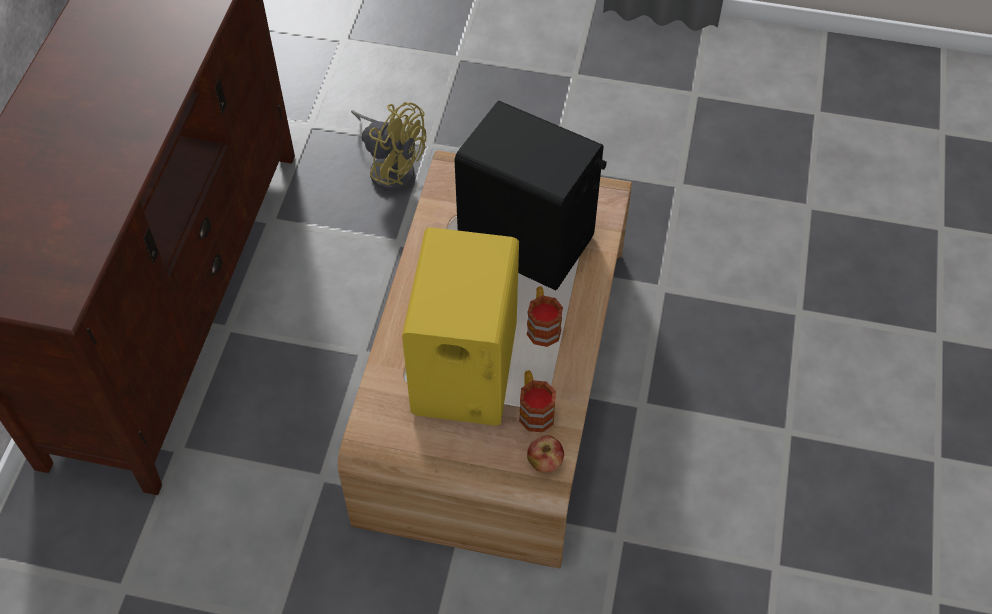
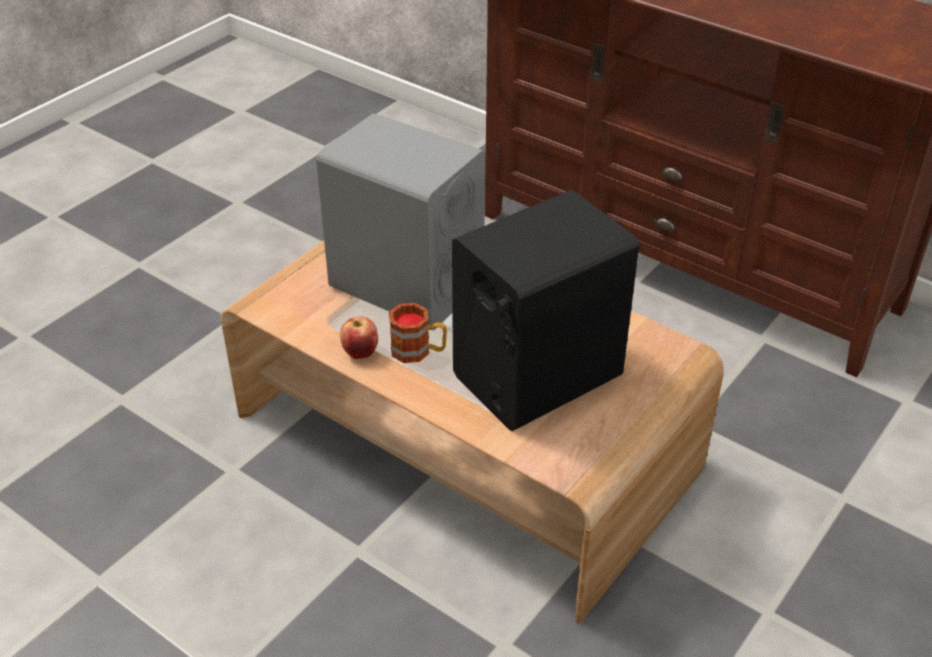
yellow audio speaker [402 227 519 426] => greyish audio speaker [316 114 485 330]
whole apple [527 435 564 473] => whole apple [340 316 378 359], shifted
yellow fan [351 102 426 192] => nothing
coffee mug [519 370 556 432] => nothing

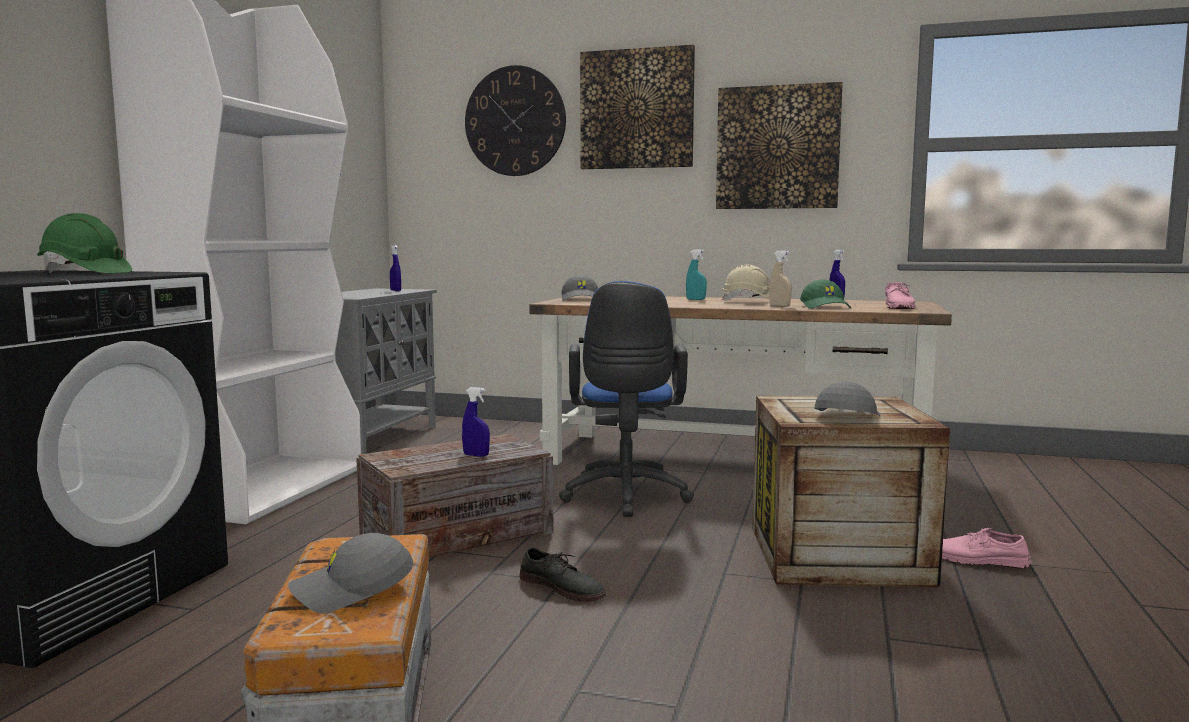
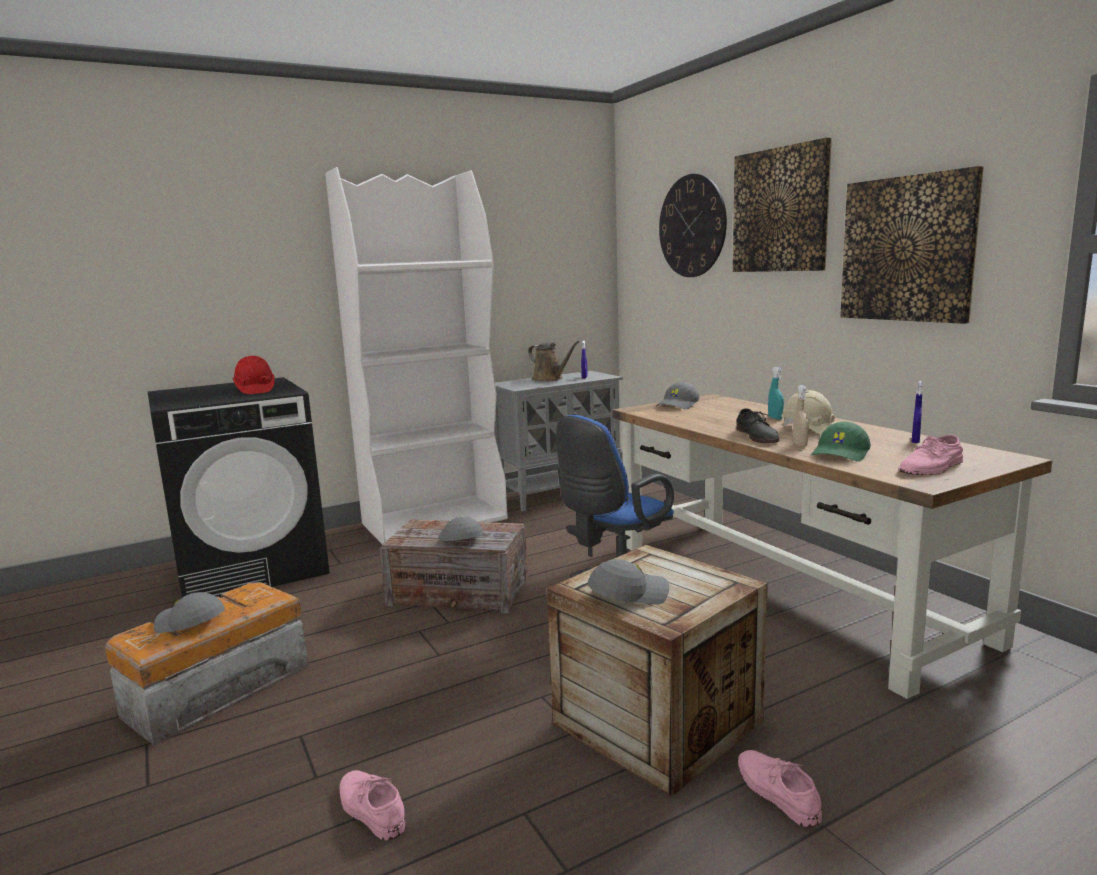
green work helmet [37 213 132 273] => reddish work helmet [232 356 275 394]
nothing => pink shoe [340 770 406 841]
blue spray bottle [462 387 490 457] => greyish baseball cap [438 516 483 541]
nothing => brown watering pot [528 341 579 382]
greyish shoe [519 547 606 602] => greyish shoe [737 408 779 443], shifted

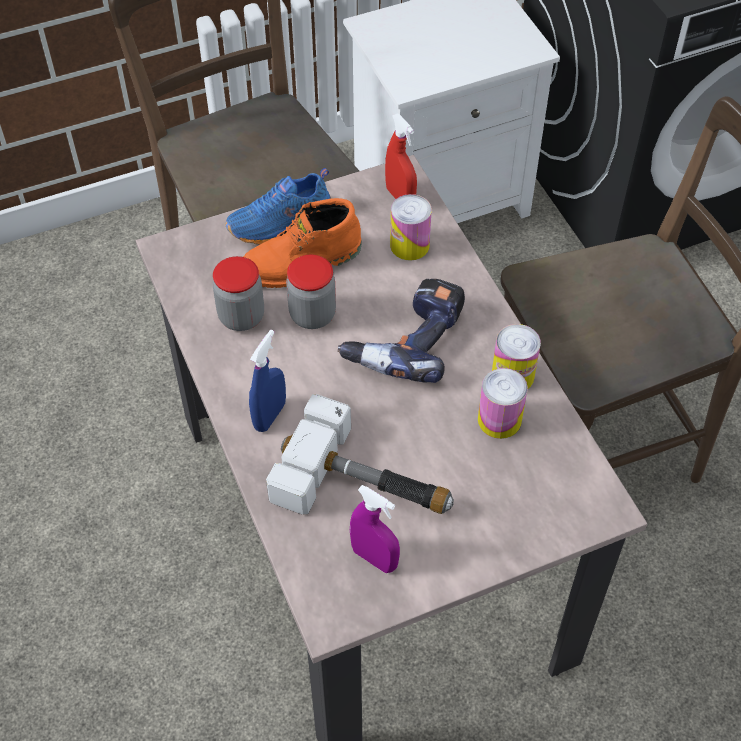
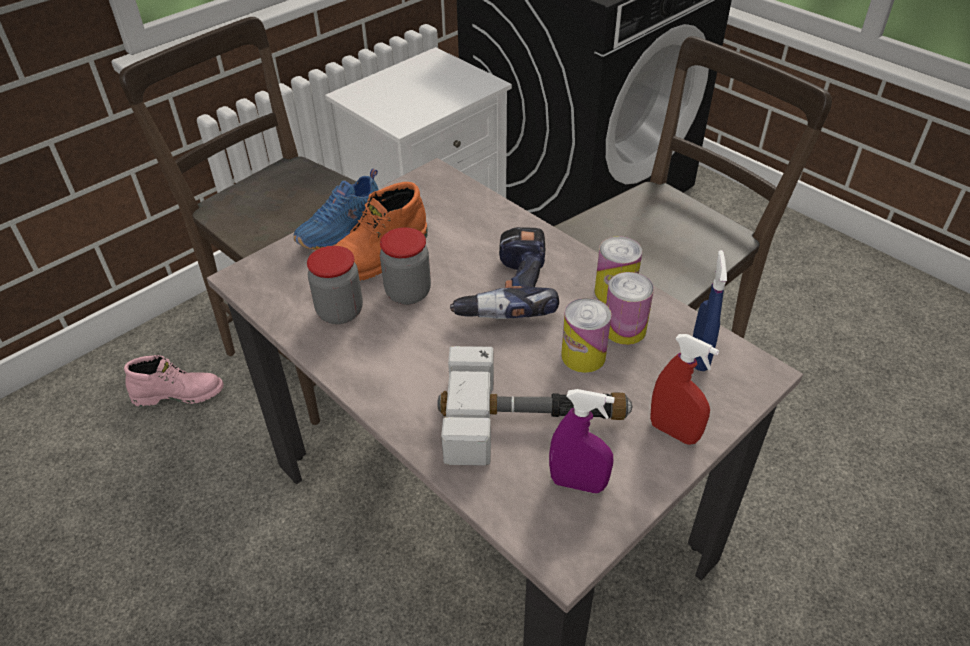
nothing => pink tall boot [124 355 224 407]
sealed can [390 194 432 261] => sealed can [561 298 611 373], shifted
reddish spray bottle [385 114 417 199] => reddish spray bottle [650 334 719 445], shifted
blue spray bottle [249 330 286 432] => blue spray bottle [693 250 727 371], shifted

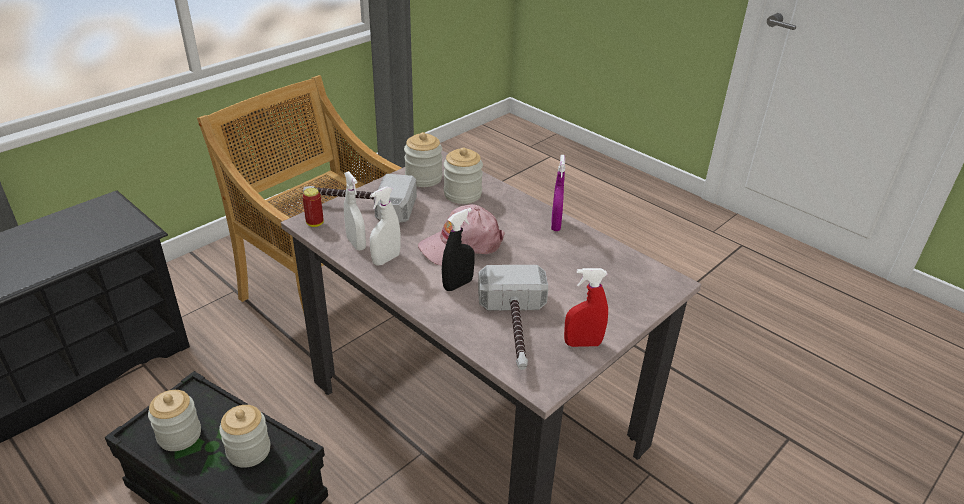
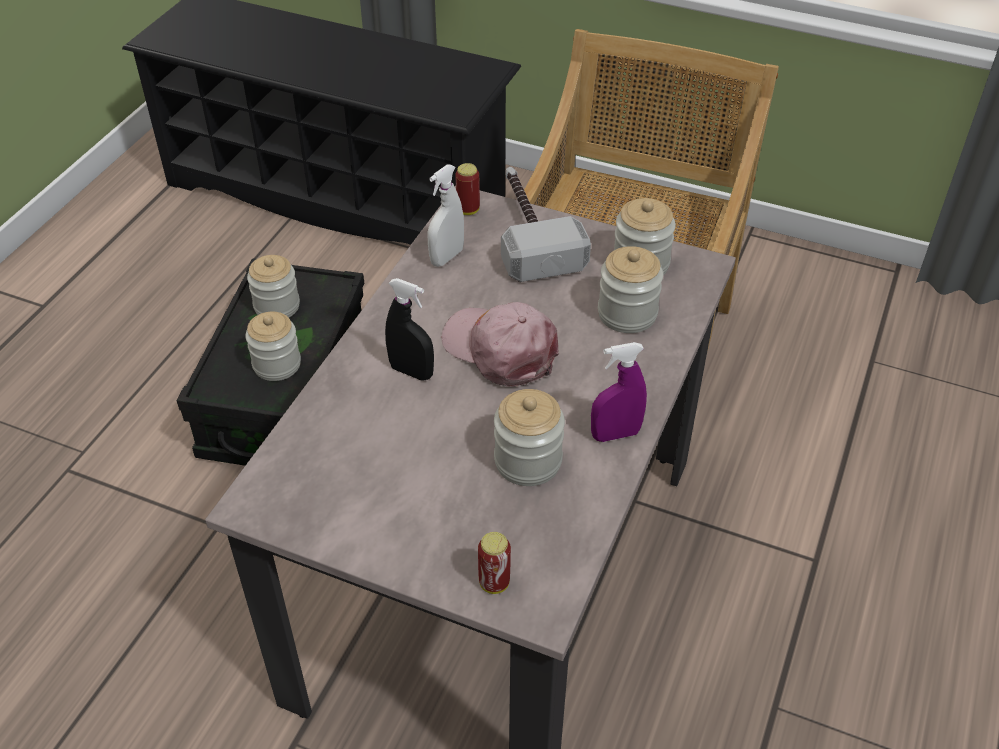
nothing => sealed can [478 532 511 594]
nothing => preserve jar [494 389 565 486]
white-coloured spray bottle [370 186 401 266] => nothing
tool hammer [478 265 548 370] => nothing
reddish spray bottle [564 268 608 347] => nothing

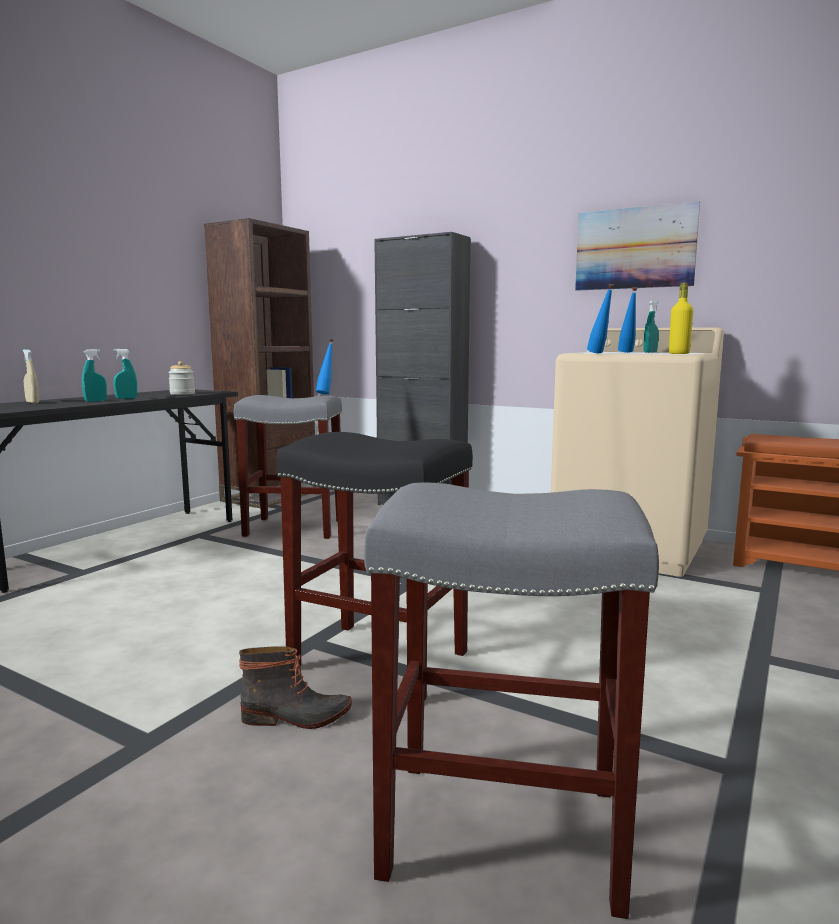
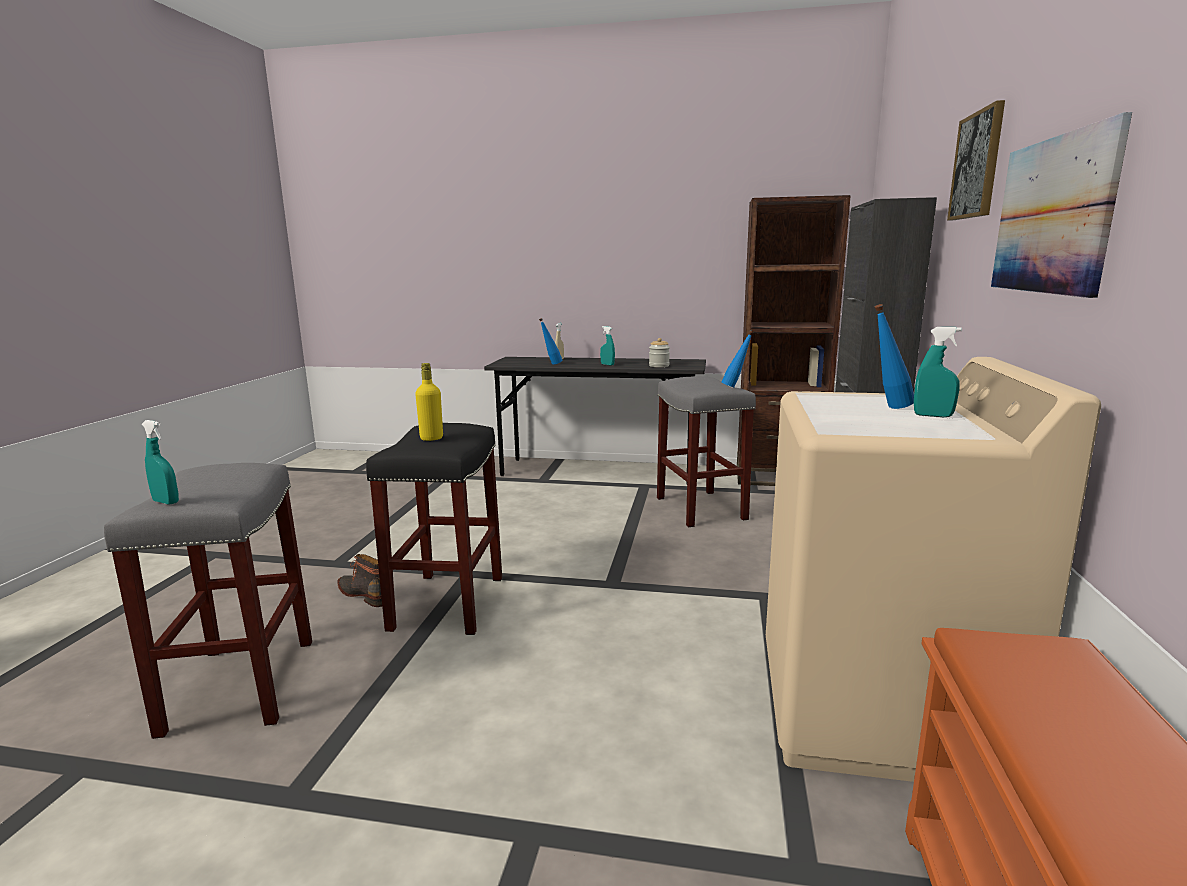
turquoise-coloured spray bottle [82 349 107 402] => turquoise-coloured spray bottle [142 420 179 505], shifted
tall boot [239 646 352 729] => tall boot [337 554 382 607], 150 degrees clockwise
yellow bottle [669 283 694 354] => yellow bottle [415 363 443 441], shifted
blue bottle [587 284 614 353] => blue bottle [539 318 562 364], shifted
nothing => picture [947 100 1005 220]

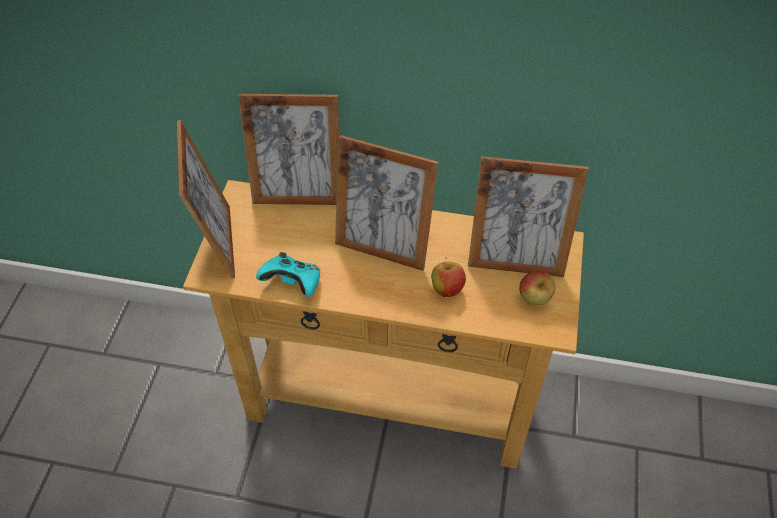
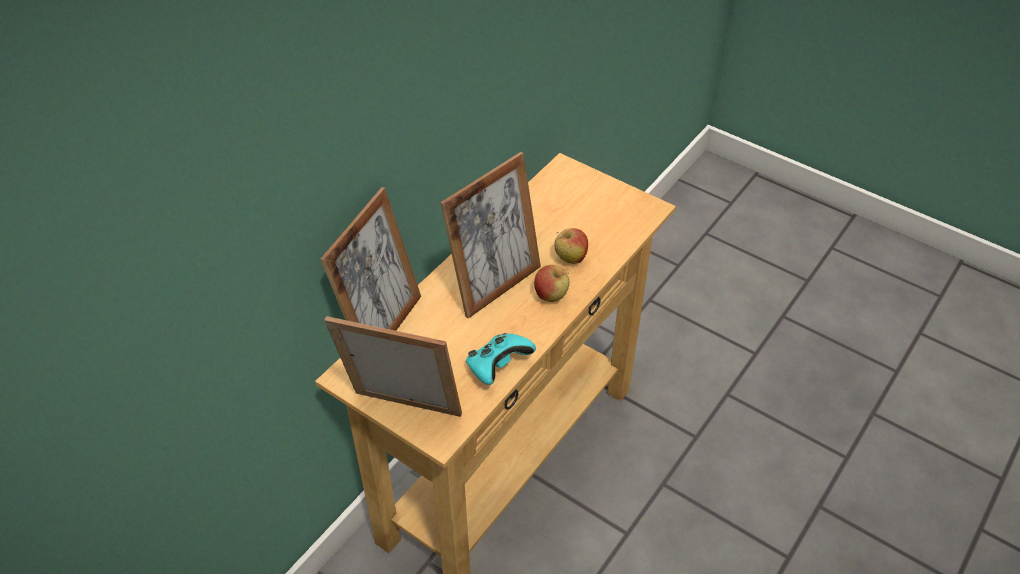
whole apple [519 270 555 306] => whole apple [534 265 569 302], shifted
standing frame [468 156 589 277] => nothing

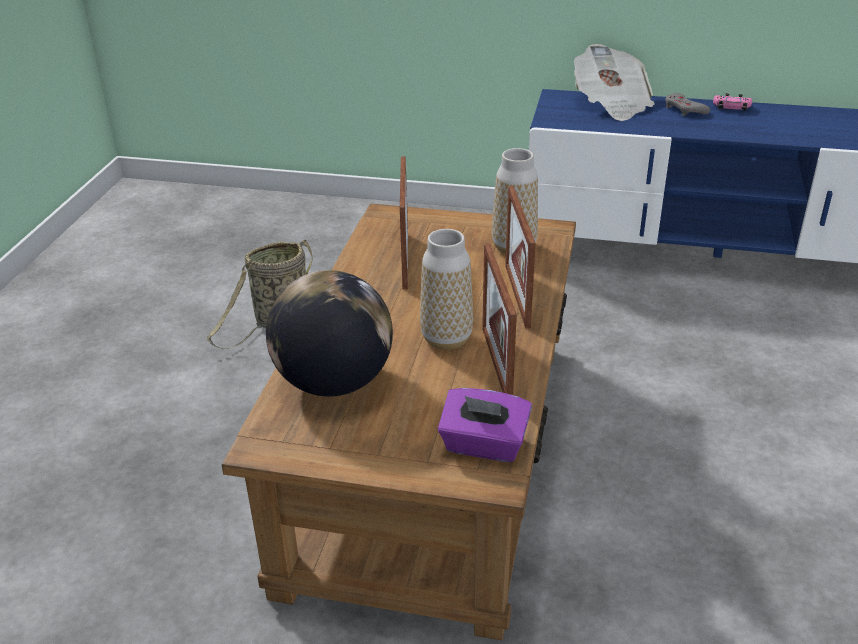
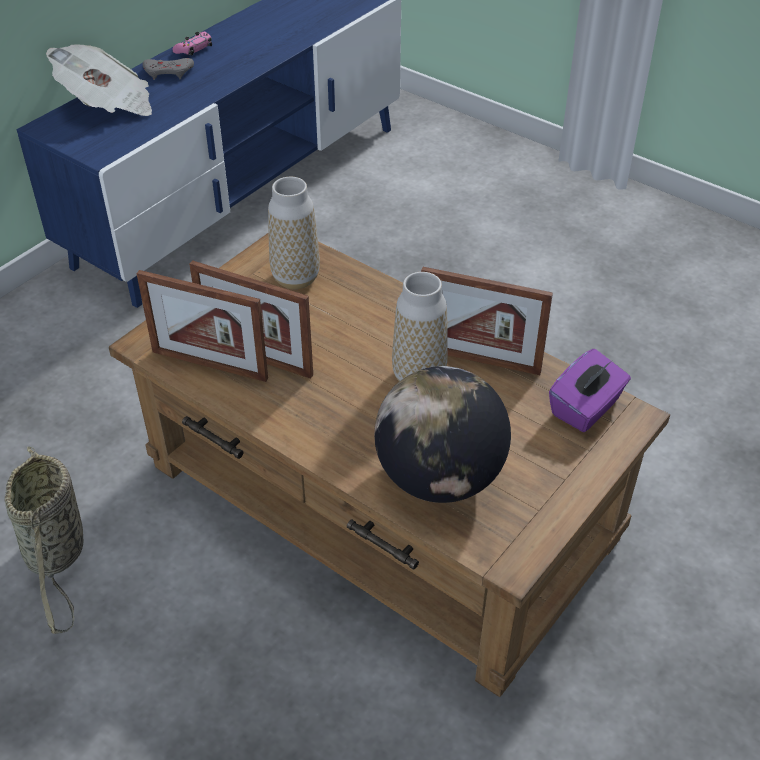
standing frame [505 186 536 329] => standing frame [136 270 268 382], shifted

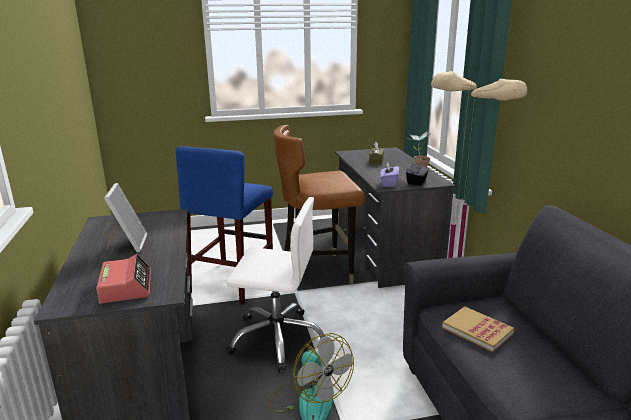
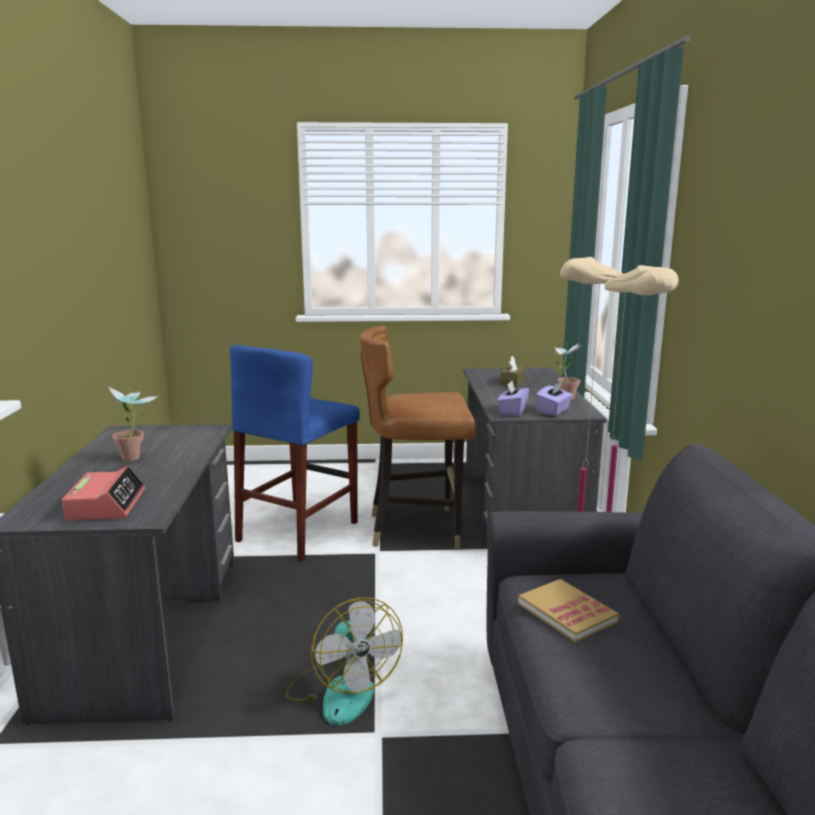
standing frame [104 183 147 252] => houseplant [109 387 158 461]
black-coloured tissue holder [406 161 429 185] => purple tissue holder [536 382 573 416]
white-coloured desk chair [226 197 328 372] => nothing

